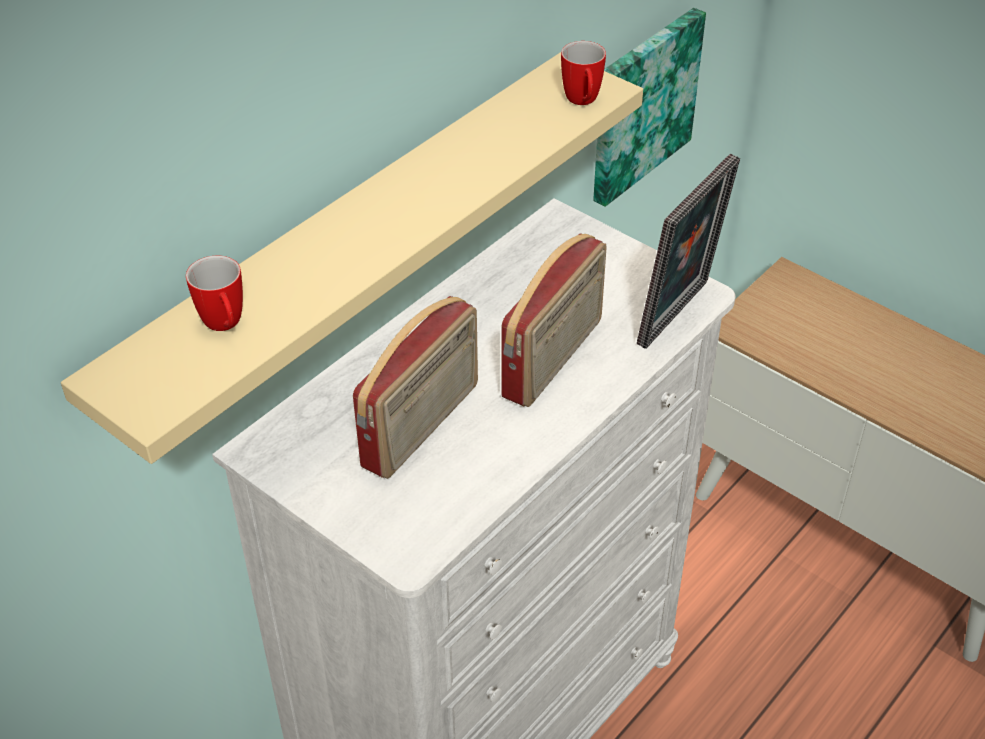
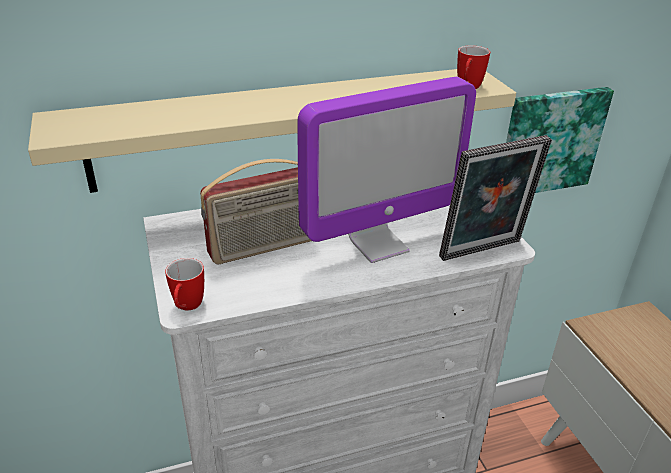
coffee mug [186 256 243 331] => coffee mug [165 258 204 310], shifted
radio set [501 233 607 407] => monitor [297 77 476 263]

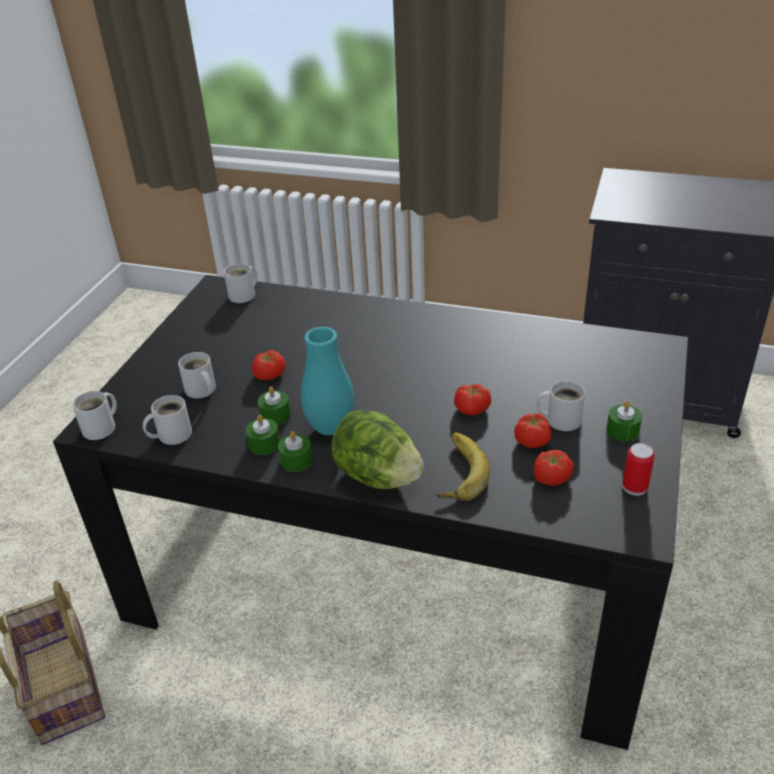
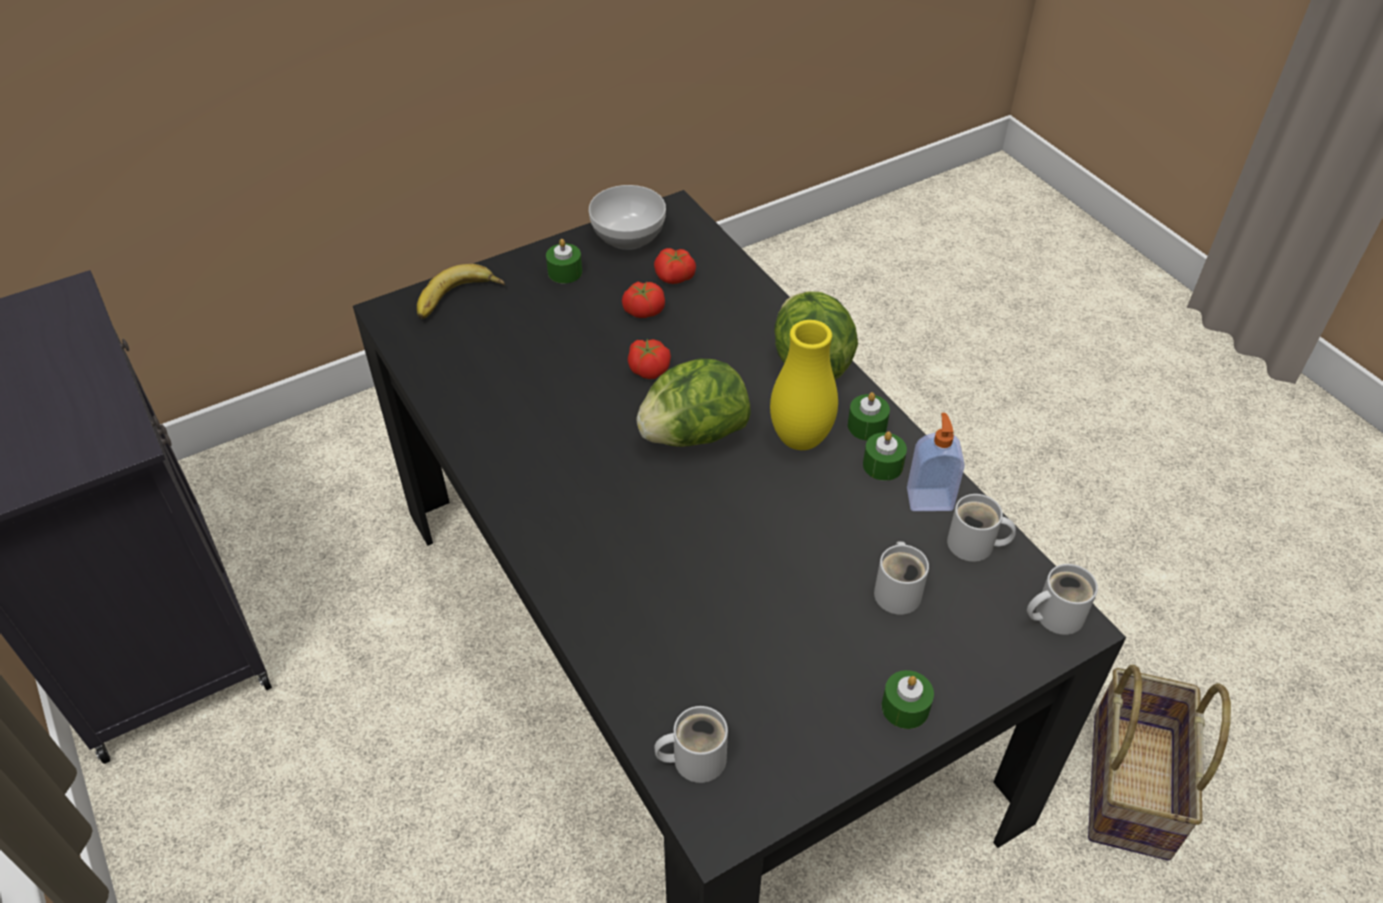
banana fruit [437 433 490 501] => banana fruit [417 264 505 319], shifted
sealed can [622 443 655 496] => bowl [589 185 666 250]
nothing => lettuce [636 359 751 447]
turquoise-coloured decorative vase [301 327 354 435] => yellow decorative vase [770 320 838 450]
green candle [258 386 291 425] => green candle [881 670 934 729], shifted
nothing => soap bottle [907 413 965 511]
whole tomato [252 350 286 380] => nothing
white-coloured coffee mug [536 381 585 431] => nothing

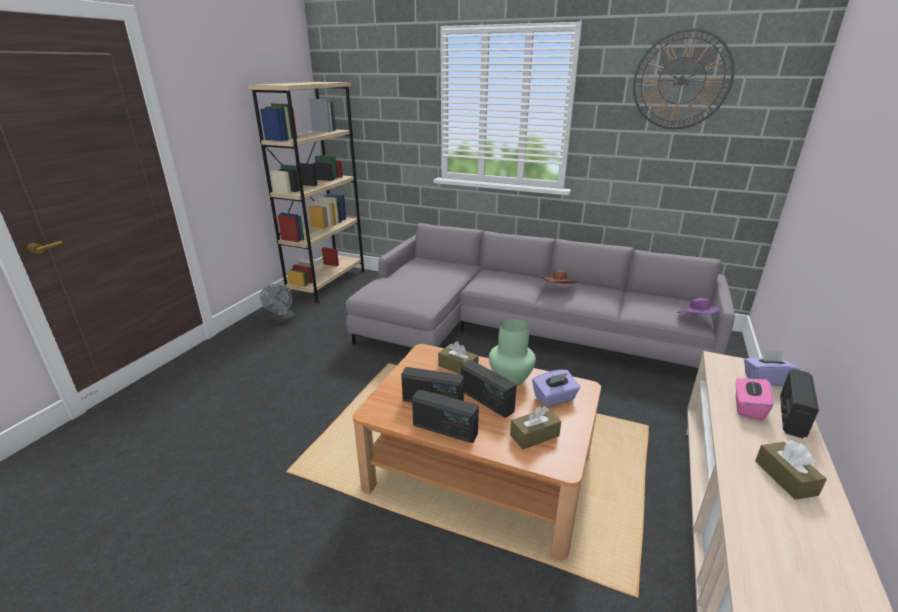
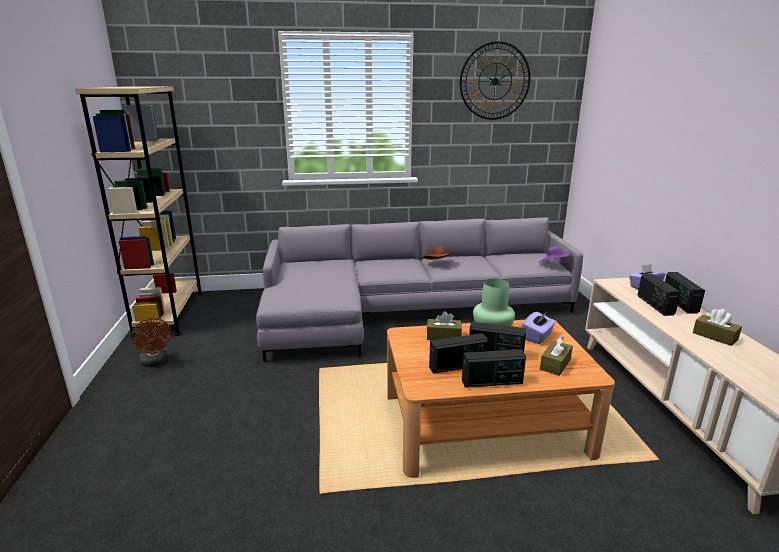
greyish fan [260 284 295 324] => brown fan [131 318 171 367]
pink tissue holder [736 375 773 420] => radio set [637 273 681 316]

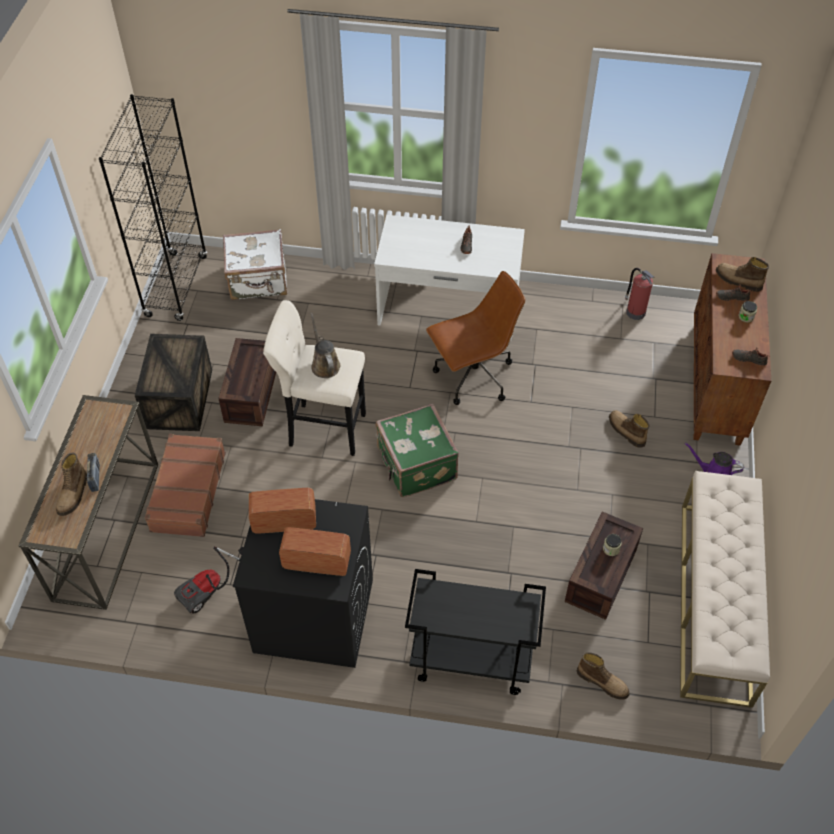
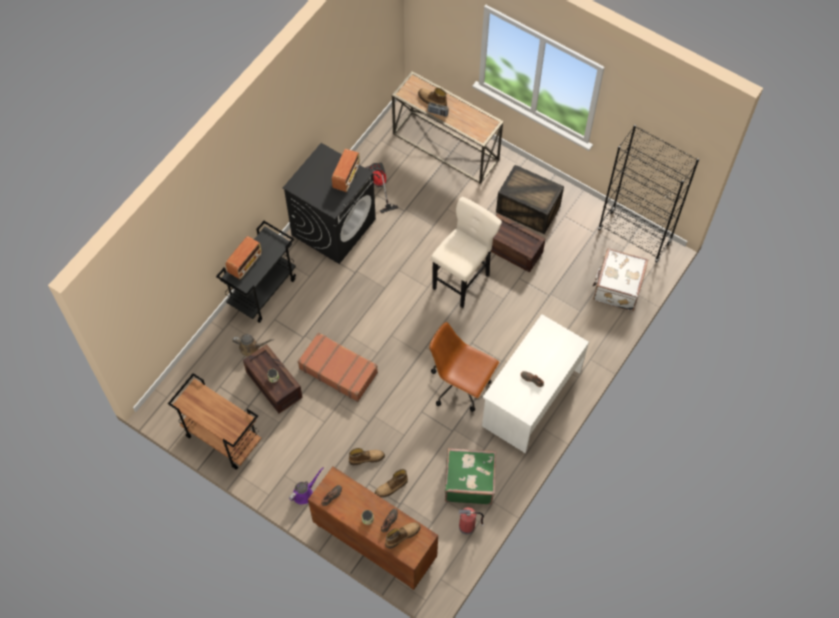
beige-coloured long seat [680 471 770 708] => brown wheeled cart [168 373 261 469]
radio set [279 527 351 576] => radio set [226 236 262 279], shifted
brown watering pot [310 313 340 378] => brown watering pot [232 334 274 357], shifted
brown travel case [145 434 226 537] => brown travel case [298 332 378 402], shifted
tall boot [577 652 630 700] => tall boot [375 469 408 498], shifted
brown desk chair [426 271 525 405] => brown desk chair [429 322 499 412], 120 degrees clockwise
green travel case [376 404 459 497] => green travel case [445 448 496 505], shifted

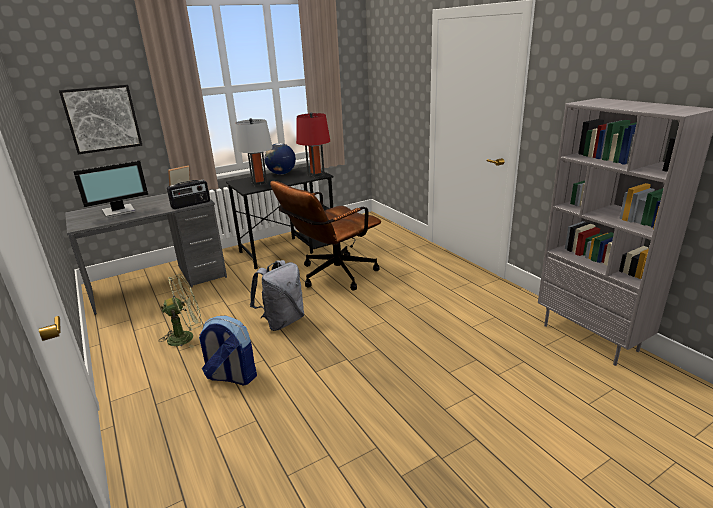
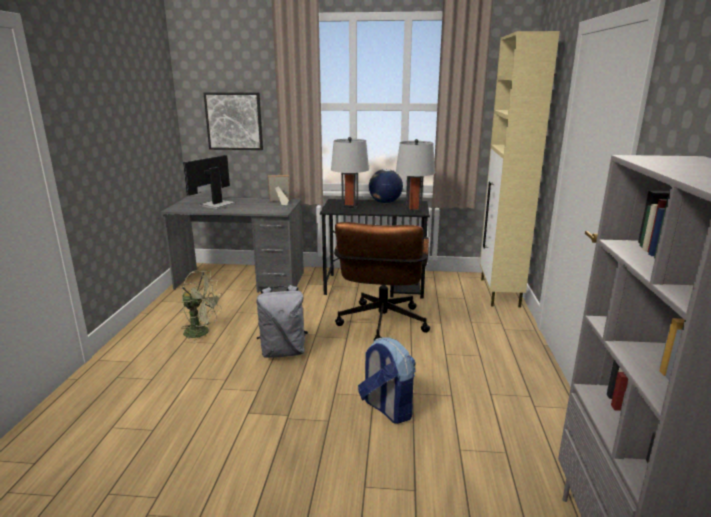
monitor [73 160 148 218] => monitor [183 155 236 209], 120 degrees clockwise
brown desk chair [270 181 381 291] => brown desk chair [334 222 430 341], 75 degrees counterclockwise
rucksack [199 316 257 386] => rucksack [358 337 416 424], shifted
reddish lamp for a table [296 112 330 178] => greyish lamp for a table [396 139 435 213]
nothing => beige-coloured storage cabinet [480 31 560 308]
radio set [167 179 210 209] => nothing

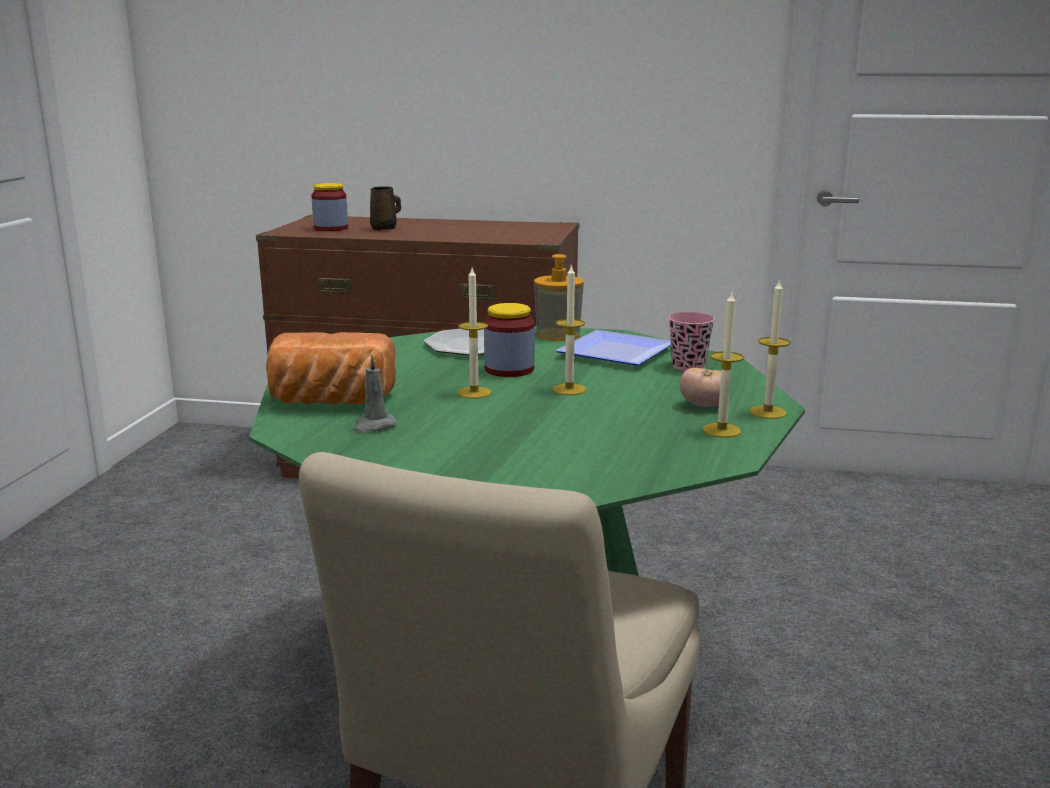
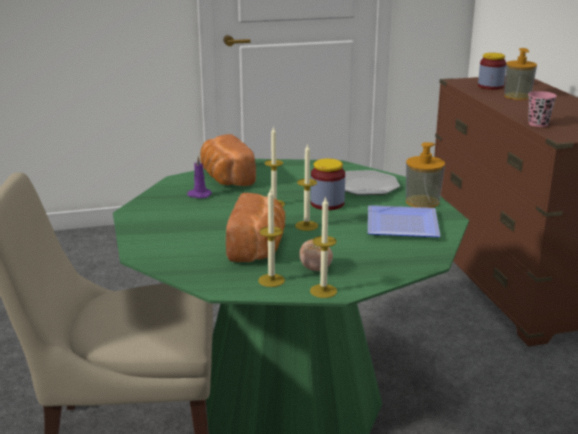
greyish candle [353 354 397 433] => purple candle [187 156 212 198]
nothing => bread [226 193 285 262]
brown coffee mug [370 186 401 230] => soap bottle [504 48 537 100]
pink drinking cup [668 312 715 371] => pink drinking cup [528 91 557 127], shifted

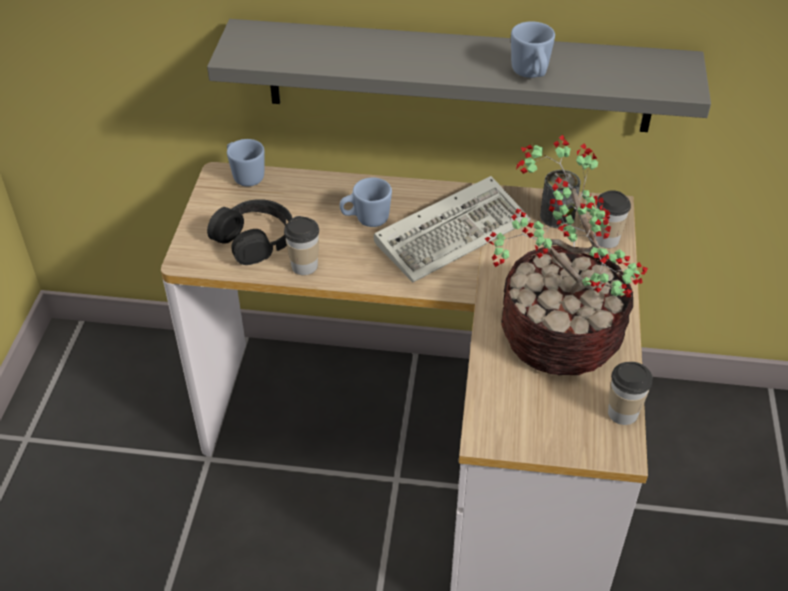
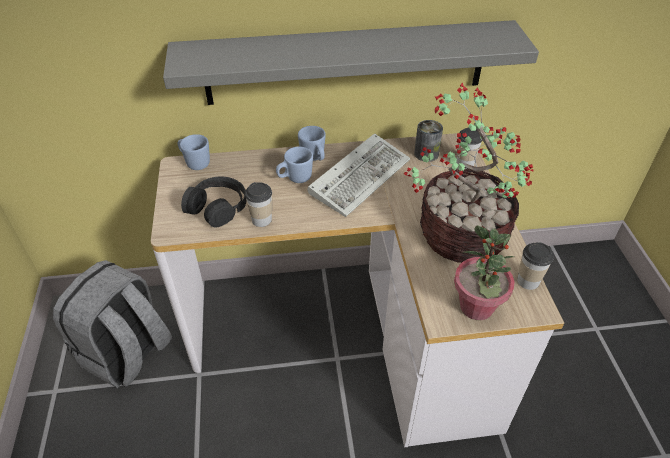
nothing => greyish rucksack [53 260 172 388]
blue coffee mug [511 21 555 78] => blue coffee mug [298 126 326 161], shifted
nothing => houseplant [454 225 515 320]

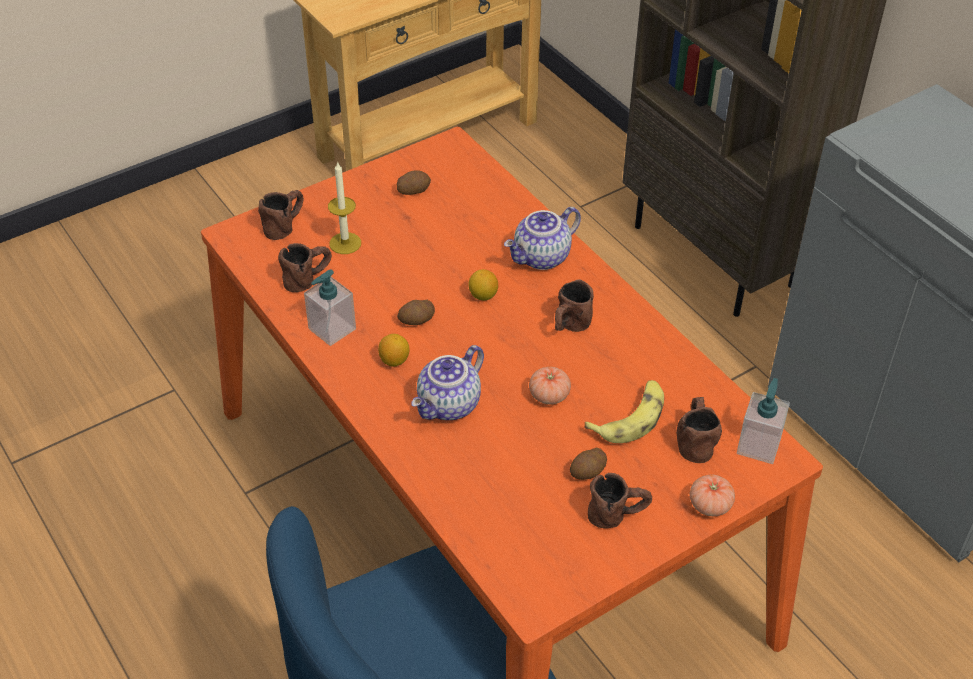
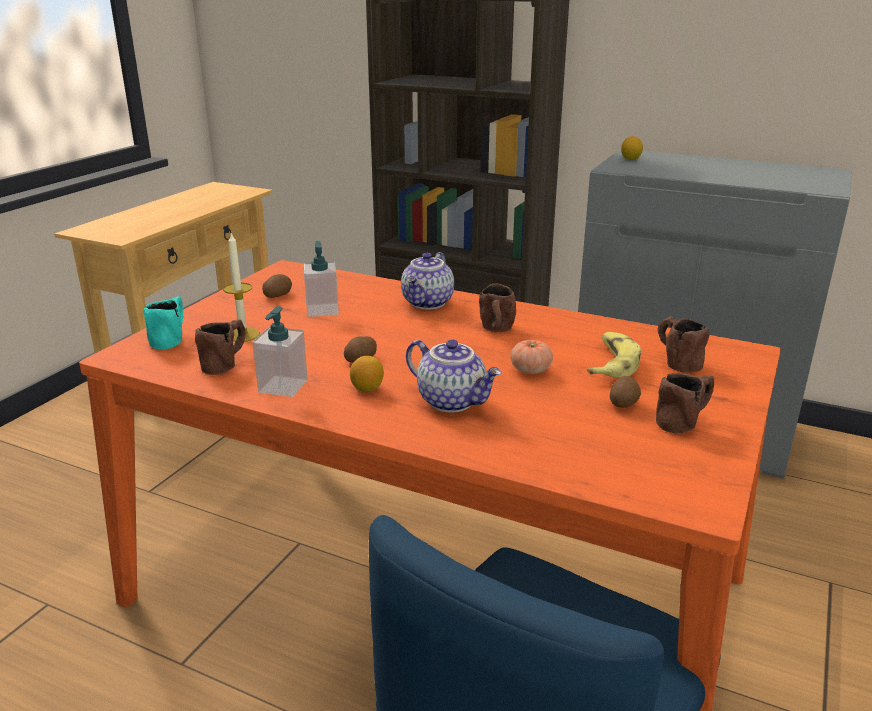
brown coffee mug [258 190 304 240] => turquoise-coloured coffee mug [144 296 183 349]
soap bottle [737 378 790 464] => soap bottle [304 241 339 317], shifted
pot for tea [411 345 484 420] => pot for tea [406 340 502 413], 60 degrees counterclockwise
whole lemon [468 269 498 300] => whole lemon [621 136 643 160], shifted
whole tomato [690 475 735 516] => nothing

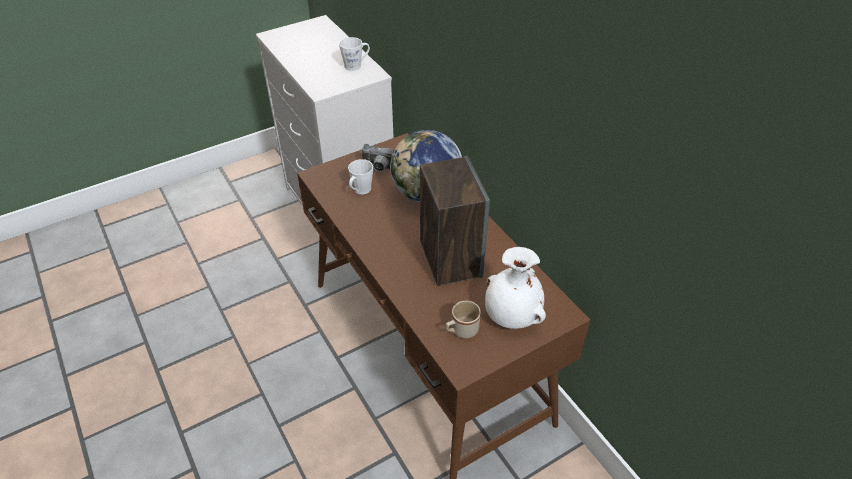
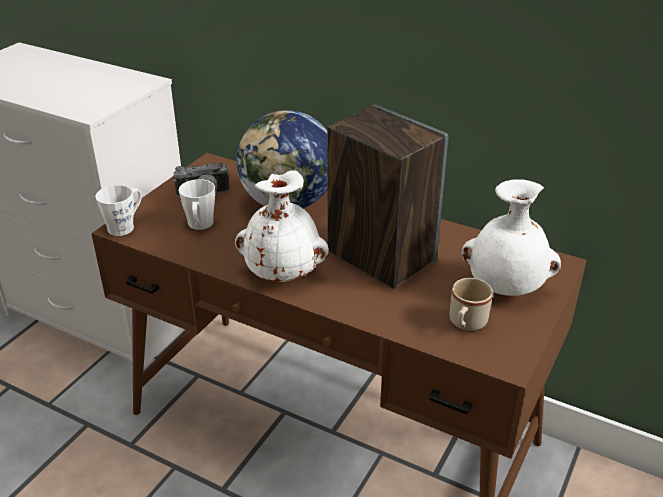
white-coloured coffee mug [339 37 370 71] => white-coloured coffee mug [95 185 142 236], shifted
nothing => white-coloured decorative vase [235 170 329 282]

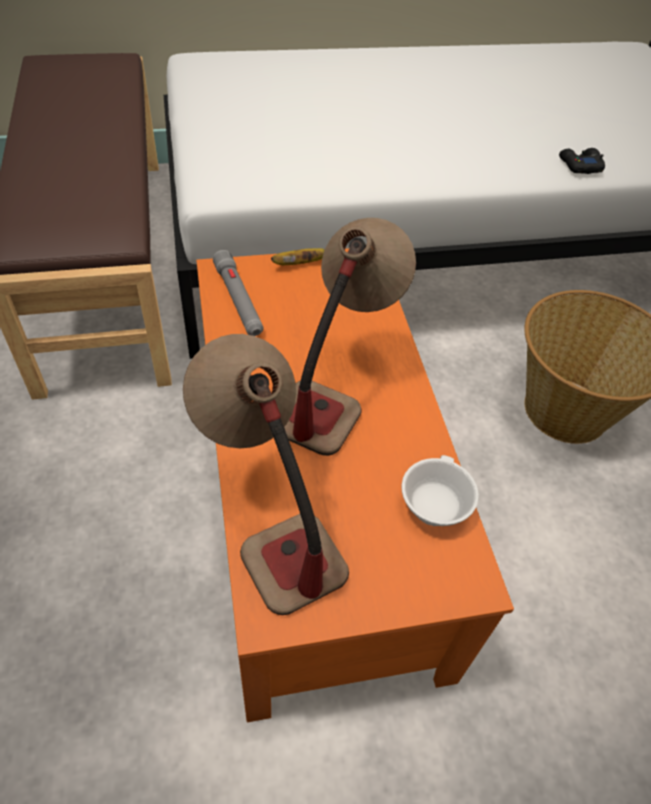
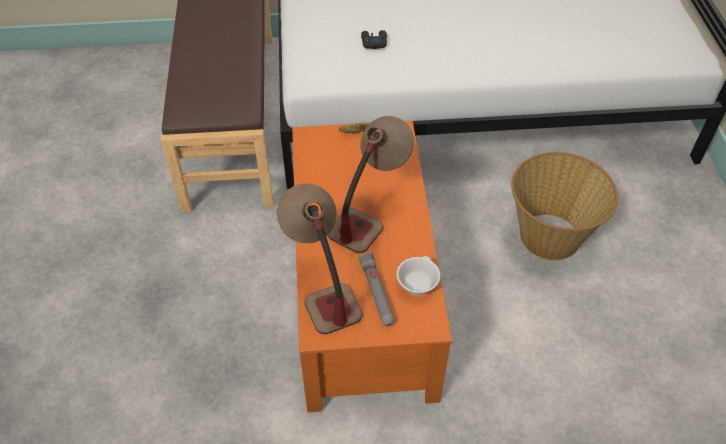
greyish flashlight [213 250 264 336] => greyish flashlight [359 252 395 327], shifted
black-coloured game controller [559 148 605 174] => black-coloured game controller [361 30 387 49], shifted

